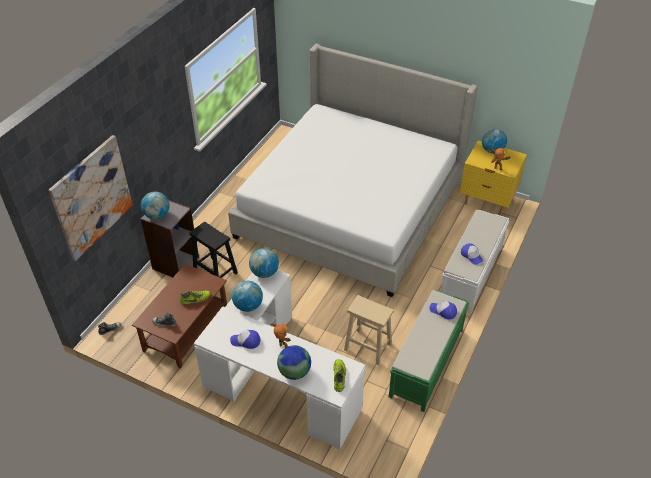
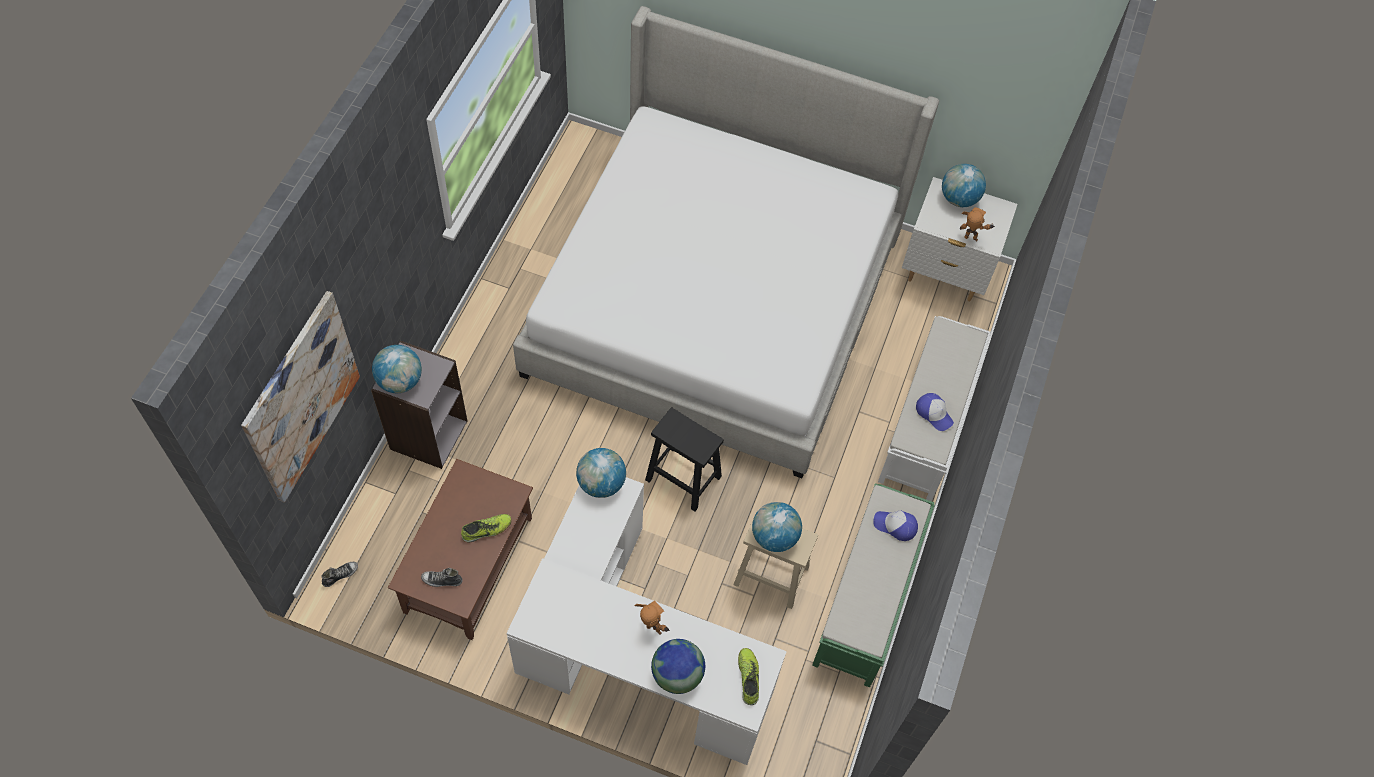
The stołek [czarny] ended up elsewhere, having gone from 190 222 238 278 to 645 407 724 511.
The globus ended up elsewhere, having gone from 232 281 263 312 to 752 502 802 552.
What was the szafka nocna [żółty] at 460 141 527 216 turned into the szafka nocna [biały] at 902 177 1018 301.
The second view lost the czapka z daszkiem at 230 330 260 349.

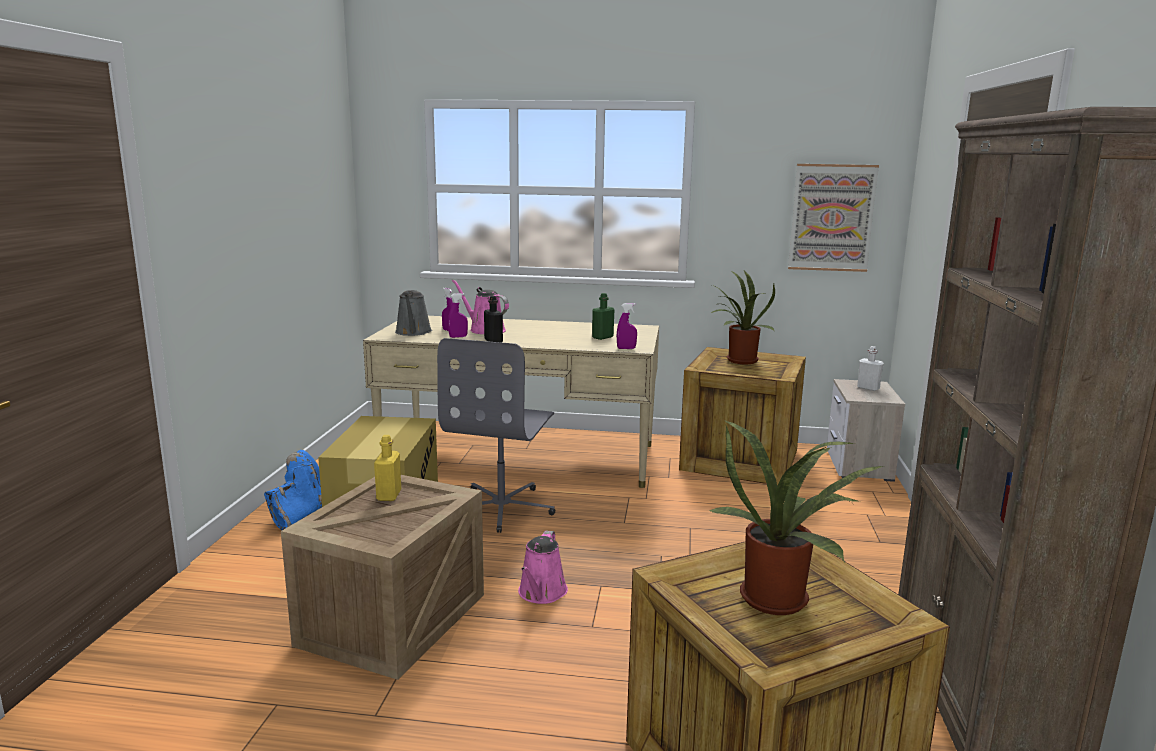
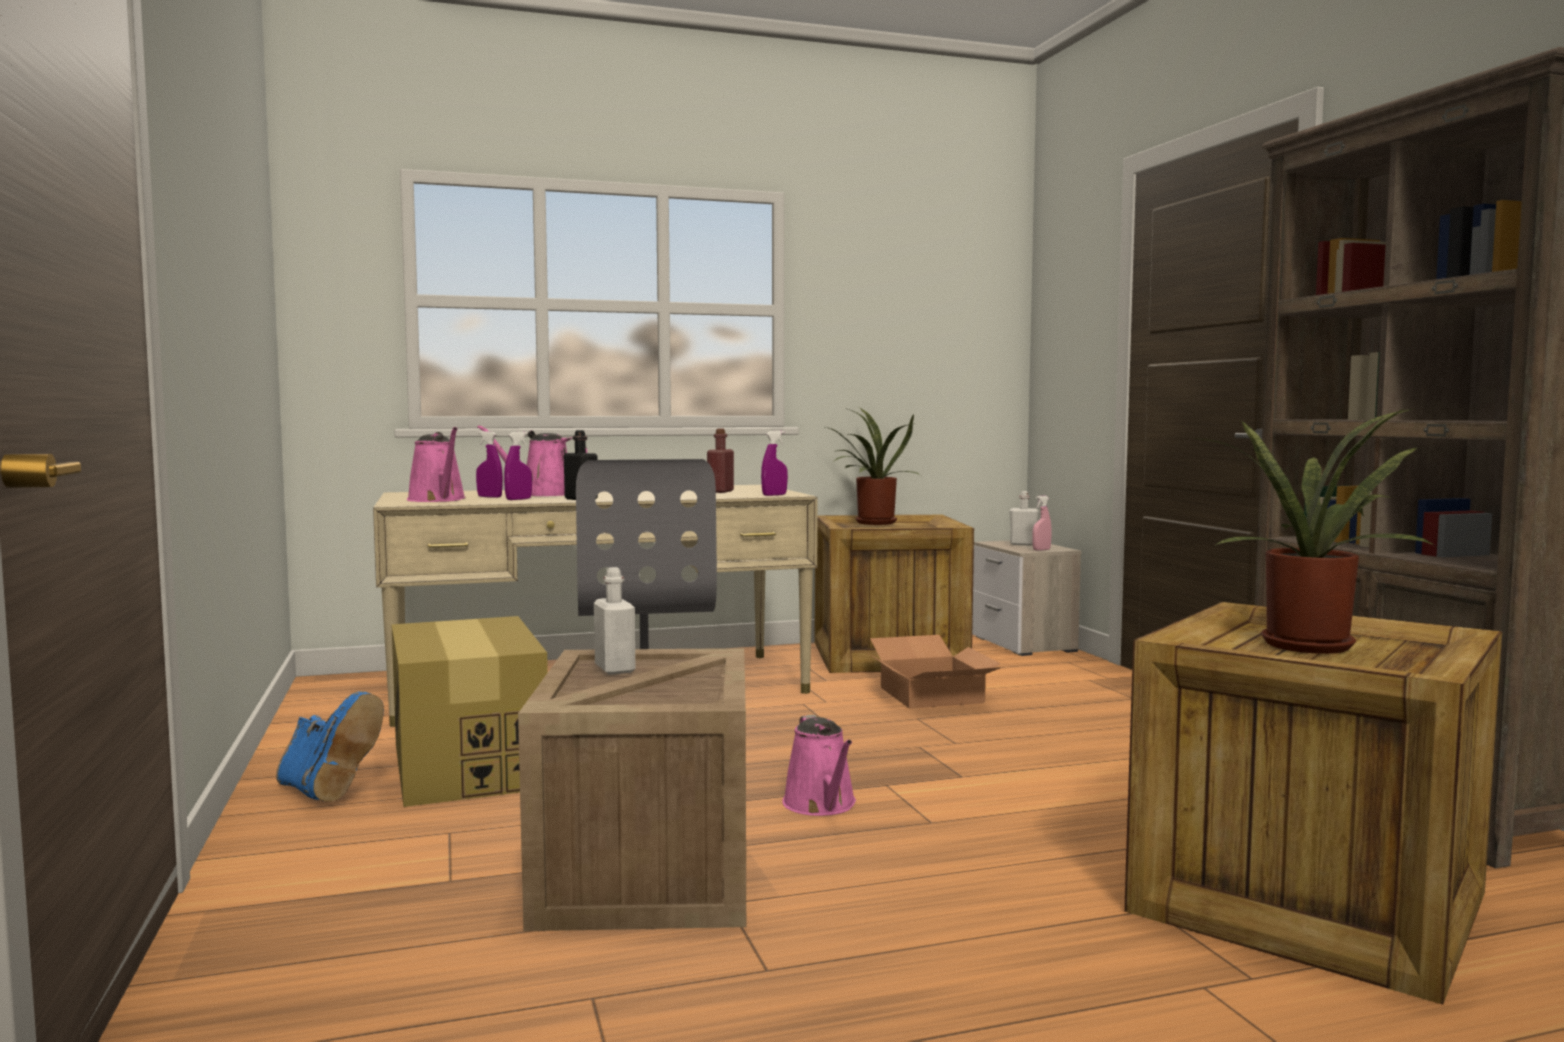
The but z cholewką [niebieski] at 264 450 322 530 ended up facing another way, 135 degrees clockwise from before.
What was the konewka [szary] at 395 290 432 336 turned into the konewka [różowy] at 407 427 466 502.
What was the butelka [żółty] at 374 435 401 501 turned into the butelka [biały] at 594 567 635 675.
What was the butelka [zielony] at 592 293 615 340 turned into the butelka [czerwony] at 707 429 734 493.
The second view gained the karton at 867 635 1002 709.
The second view gained the spryskiwacz [różowy] at 1032 496 1052 551.
The second view lost the obraz at 788 164 879 272.

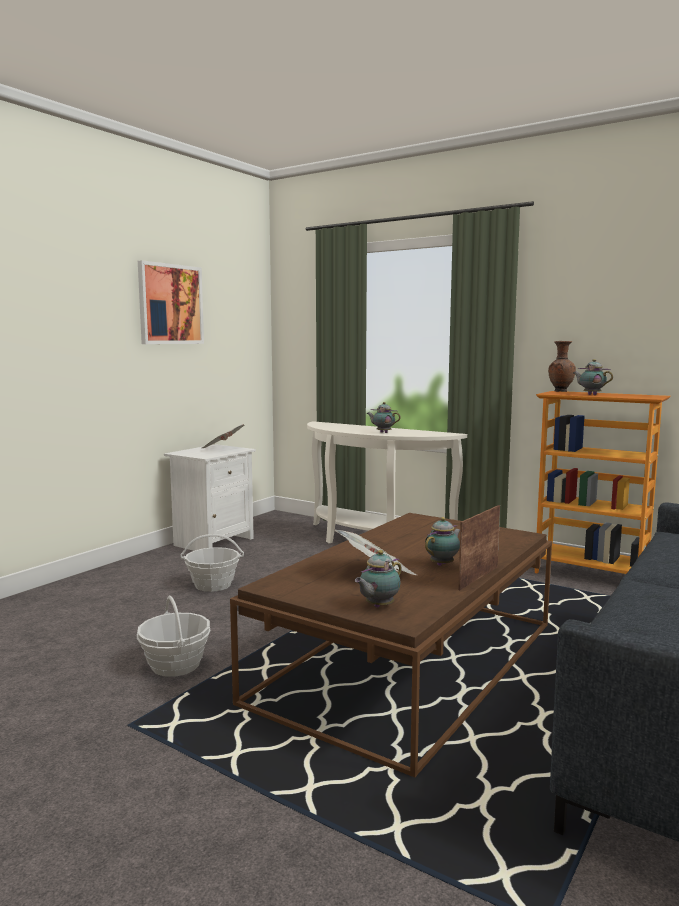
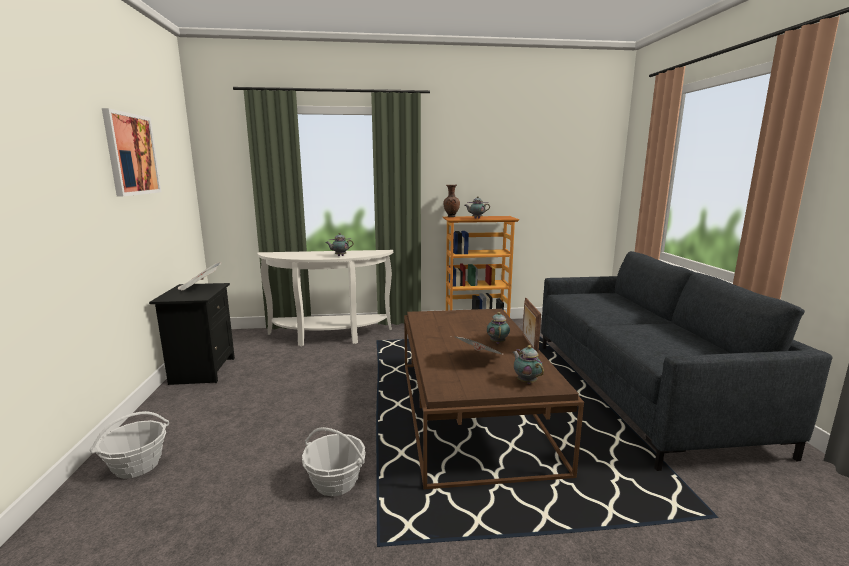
The koszyk ended up elsewhere, having gone from 180 534 244 592 to 90 411 169 479.
What was the szafka nocna [biały] at 164 444 256 551 turned into the szafka nocna [czarny] at 149 283 235 385.
The imbryk at 355 550 402 608 ended up facing another way, 150 degrees clockwise from before.

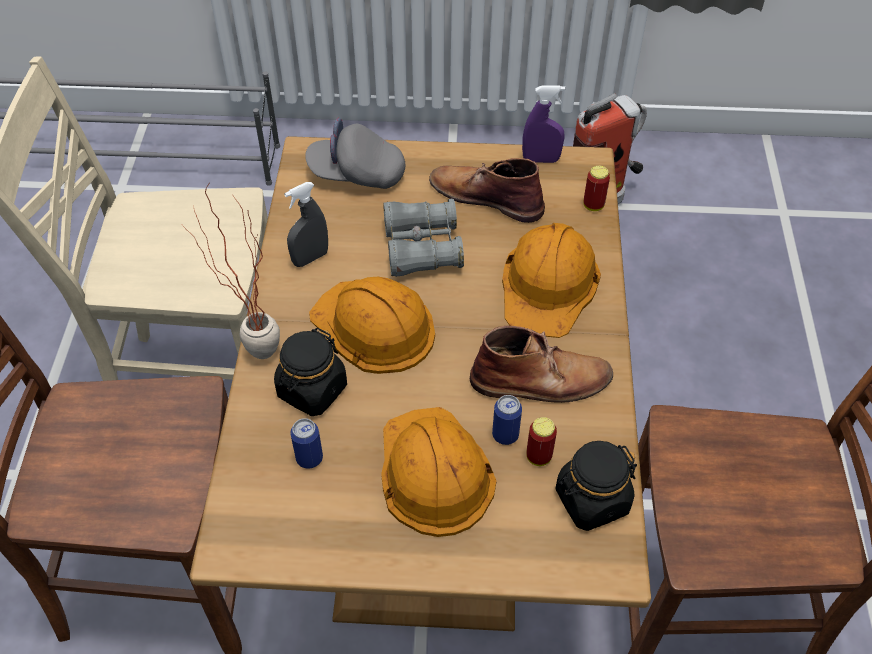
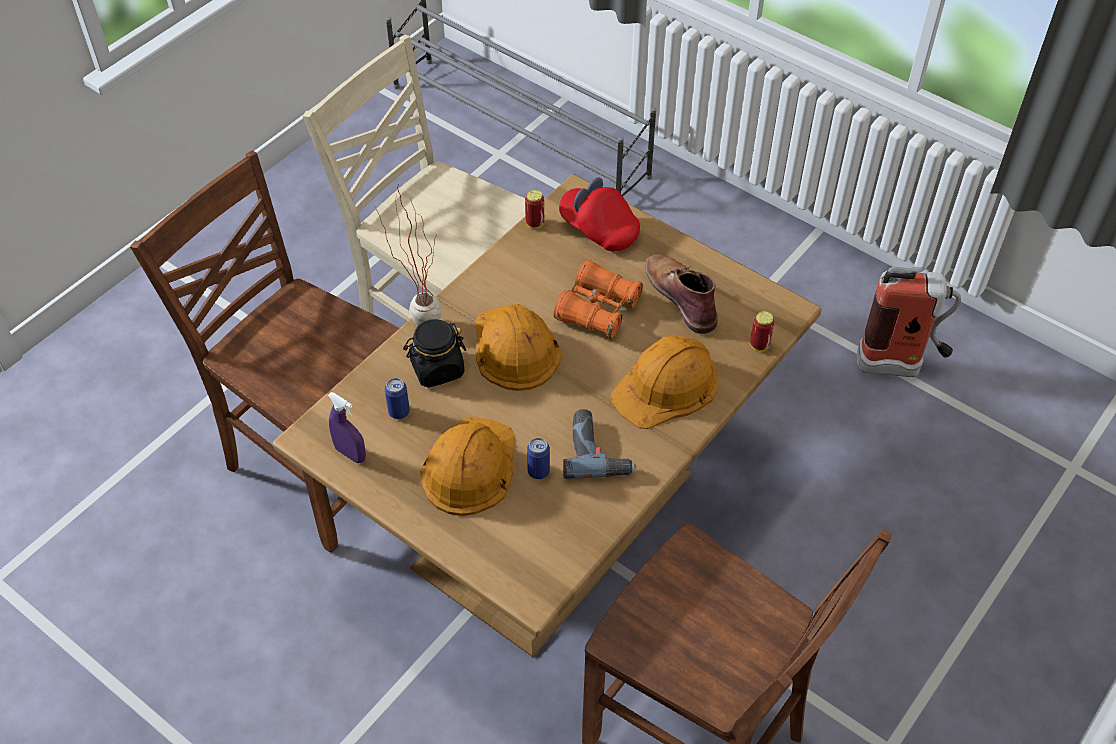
The spryskiwacz [fioletowy] ended up elsewhere, having gone from 522 85 565 163 to 328 392 366 463.
The puszka ended up elsewhere, having gone from 526 417 557 466 to 525 190 544 229.
What was the lornetka [szary] at 383 199 464 277 turned into the lornetka [pomarańczowy] at 554 260 643 339.
What was the czapka z daszkiem [szary] at 305 118 405 189 turned into the czapka z daszkiem [czerwony] at 559 177 640 251.
Where the but z cholewką [brązowy] stood at 470 326 613 403, the wiertarka came to stand at 563 409 636 479.
The second view lost the spryskiwacz [szary] at 284 182 328 267.
The second view lost the słoik [czarny] at 555 441 637 531.

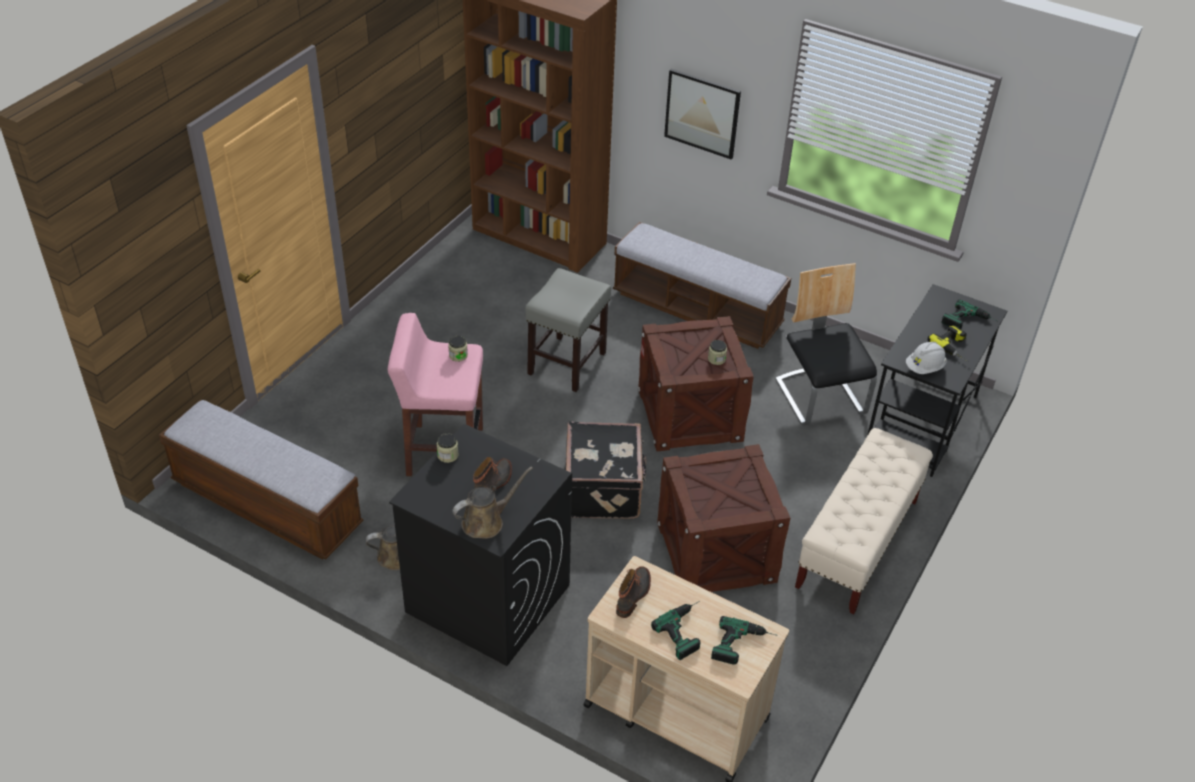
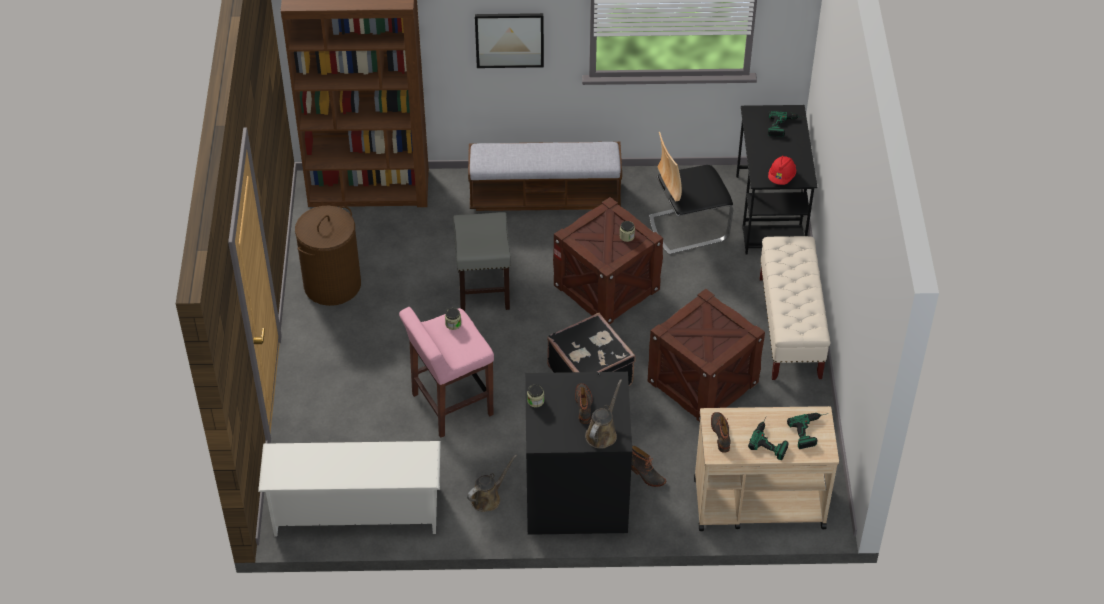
Where the ławka stood at 159 400 363 560, the regał na buty [biały] came to stand at 258 441 441 536.
The second view gained the kosz na pranie [brązowy] at 295 206 361 306.
The second view gained the but z cholewką at 631 446 666 487.
The krzesło at 775 263 877 426 ended up facing another way, 60 degrees counterclockwise from before.
What was the kask [biały] at 906 342 946 374 turned into the kask [czerwony] at 768 156 796 185.
The second view lost the wiertarka at 927 325 969 362.

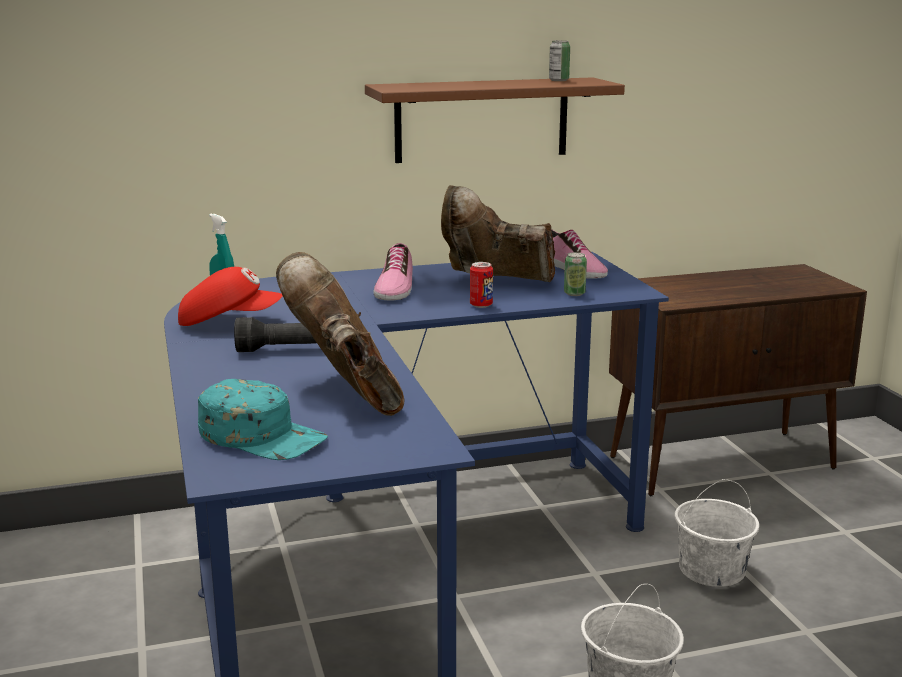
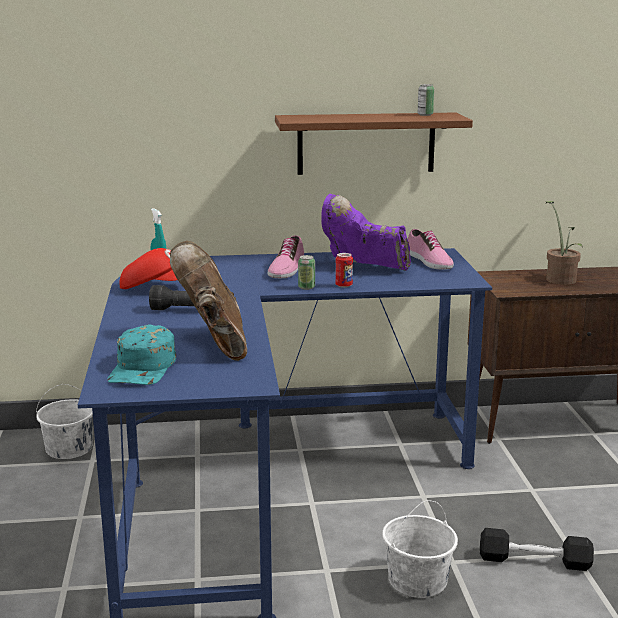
The wiadro [biały] ended up elsewhere, having gone from 675 479 759 587 to 36 384 93 459.
The czapka z daszkiem [turkusowy] at 198 379 328 460 ended up facing another way, 60 degrees clockwise from before.
The puszka ended up elsewhere, having gone from 564 252 587 296 to 298 255 315 290.
What was the but z cholewką [brązowy] at 441 185 555 282 turned into the but z cholewką [fioletowy] at 321 194 411 271.
The second view gained the hantel [czarny] at 480 528 594 571.
The second view gained the roślina doniczkowa at 546 201 583 285.

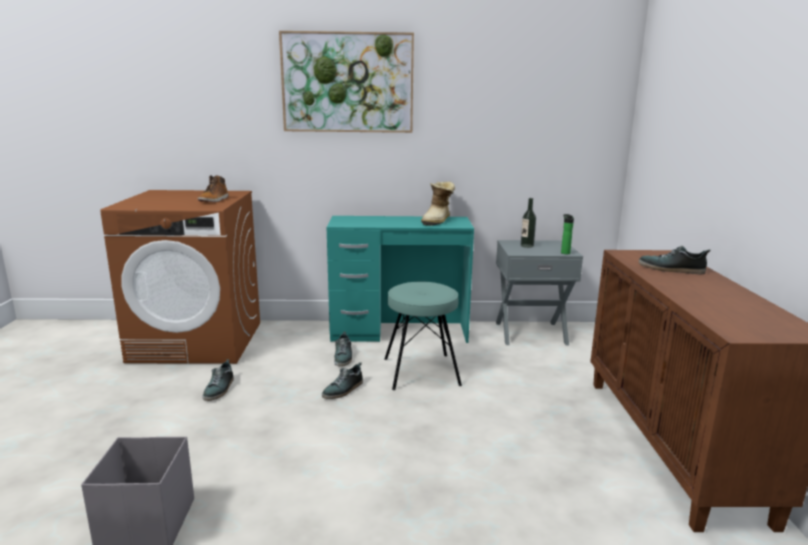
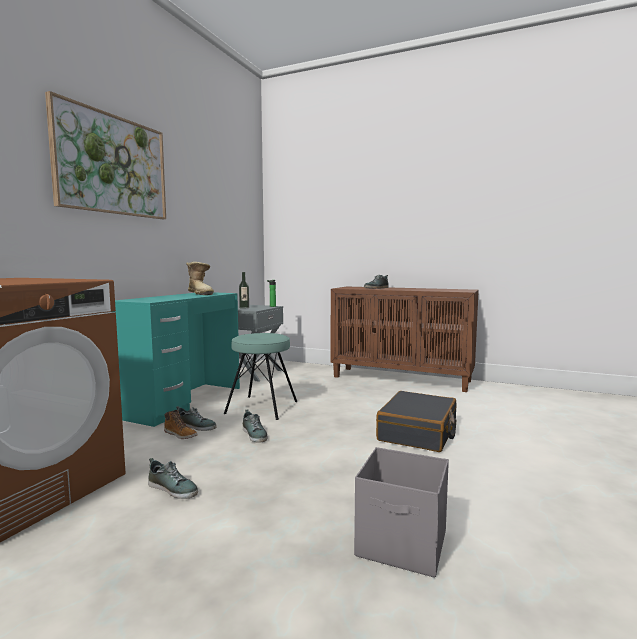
The but z cholewką ended up elsewhere, having gone from 198 175 229 202 to 164 410 197 439.
The second view gained the walizka [czarny] at 376 391 457 452.

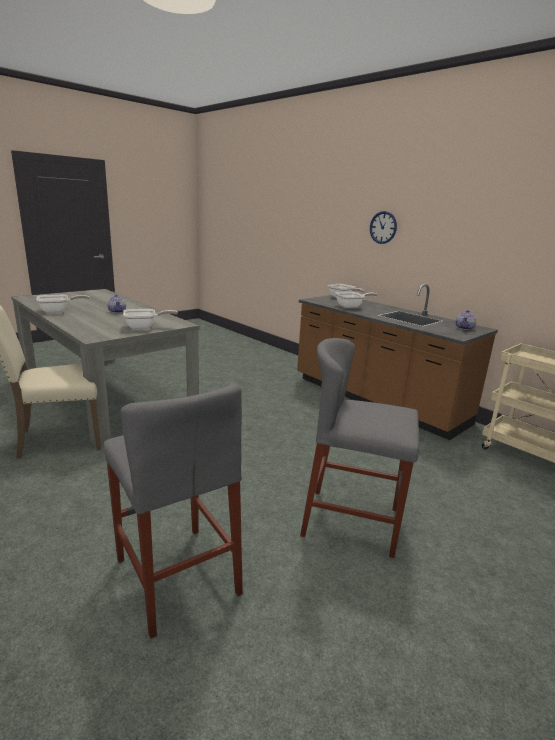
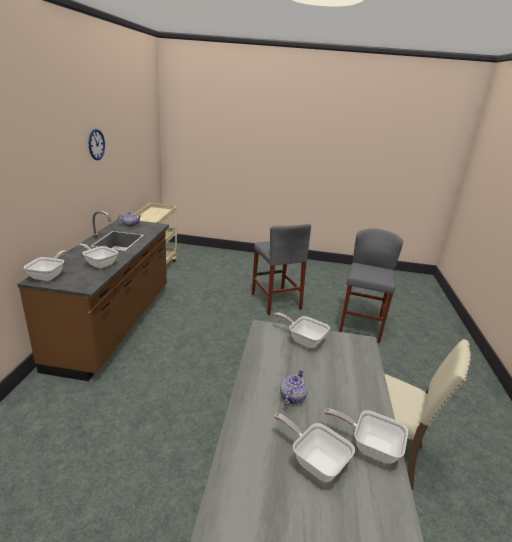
The zegar ścienny ended up elsewhere, having gone from 370 211 397 244 to 89 129 105 160.
The second view gained the patelnia at 274 413 355 482.

